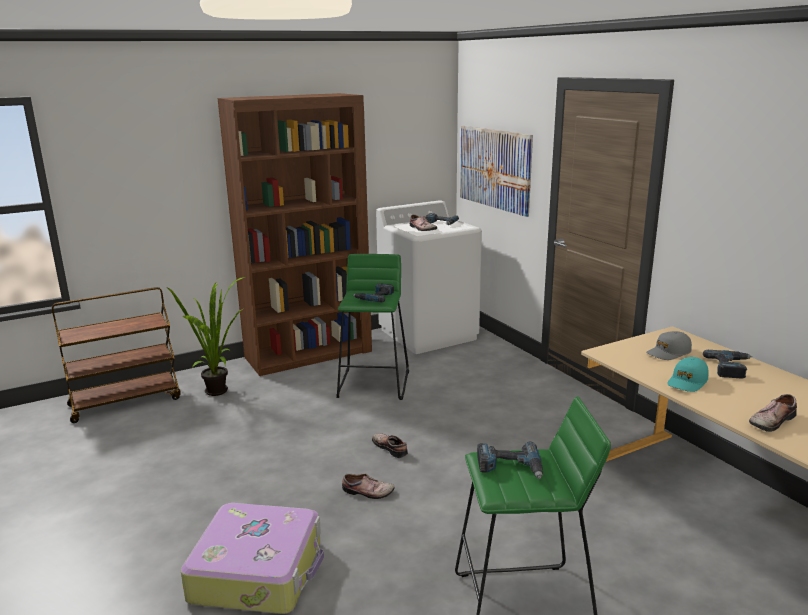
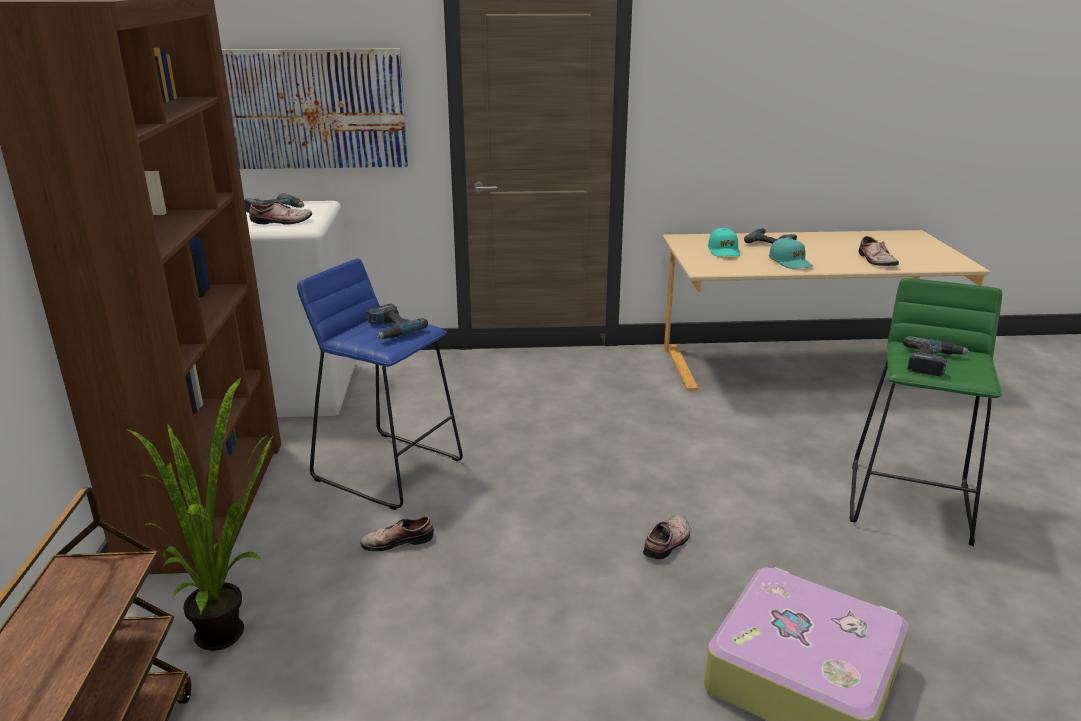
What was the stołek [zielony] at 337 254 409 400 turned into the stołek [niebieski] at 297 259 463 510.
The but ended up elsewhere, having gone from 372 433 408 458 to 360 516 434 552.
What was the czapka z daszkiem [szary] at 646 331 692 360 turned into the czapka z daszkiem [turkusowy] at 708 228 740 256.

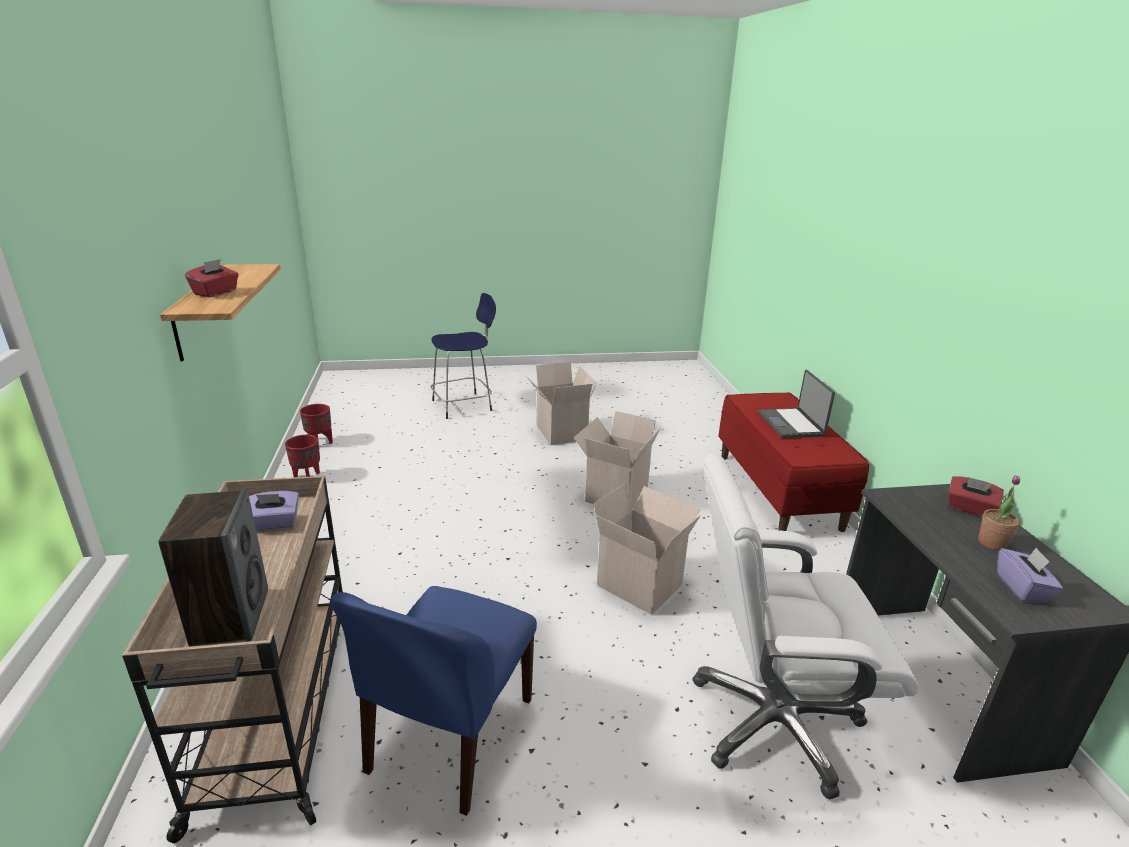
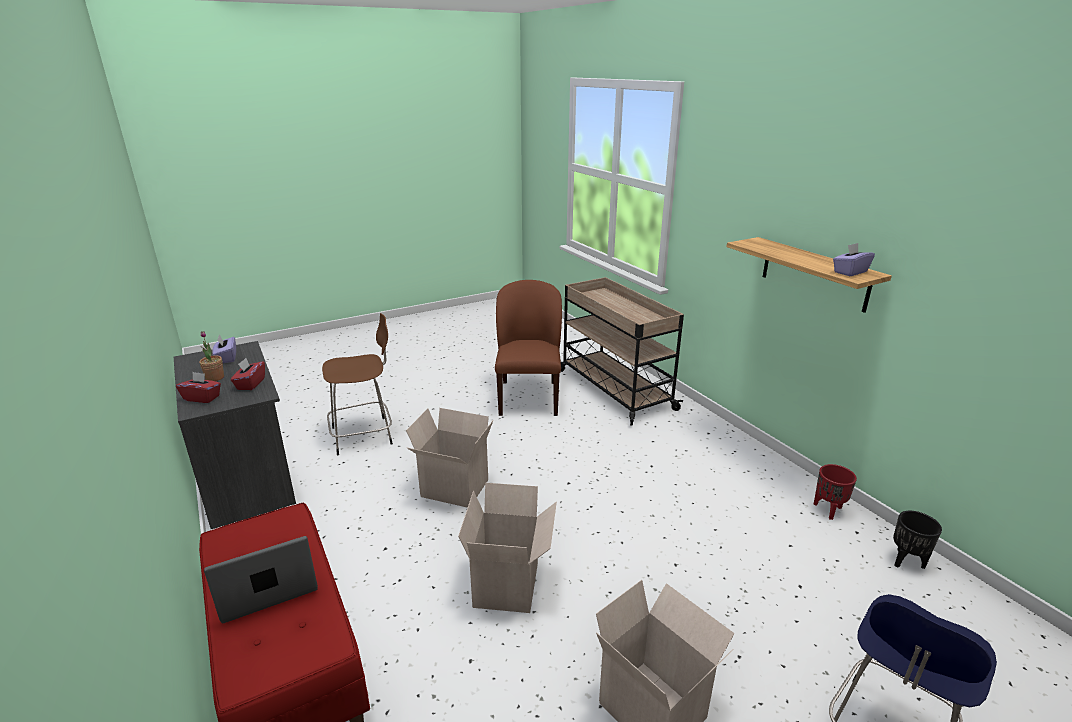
The laptop at 758 370 835 438 ended up facing another way, 90 degrees counterclockwise from before.
The pudełko chusteczek [czerwony] ended up elsewhere, having gone from 185 259 239 297 to 231 358 265 390.
Where the krzesło biurowe [biały] stood at 693 453 919 800, the stołek [brązowy] came to stand at 322 313 393 455.
What was the krzesło [niebieski] at 330 586 537 816 turned into the krzesło [brązowy] at 495 280 562 416.
The pudełko chusteczek [fioletowy] ended up elsewhere, having gone from 249 491 299 531 to 833 243 875 276.
What was the donica [czerwony] at 300 404 333 444 turned into the donica [czarny] at 893 511 942 569.
The second view lost the głośnik at 158 489 268 646.

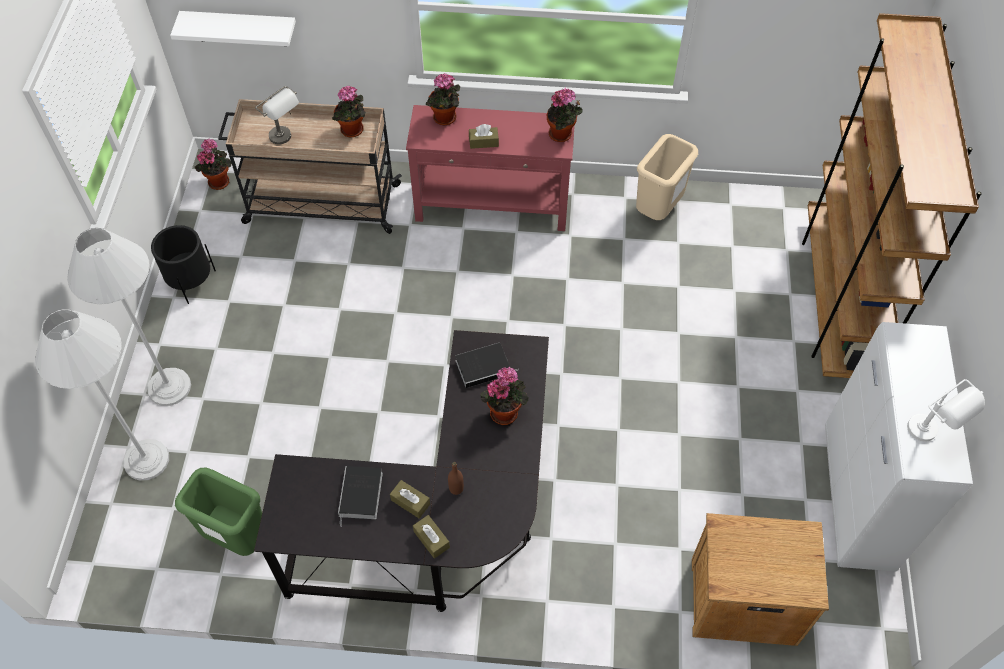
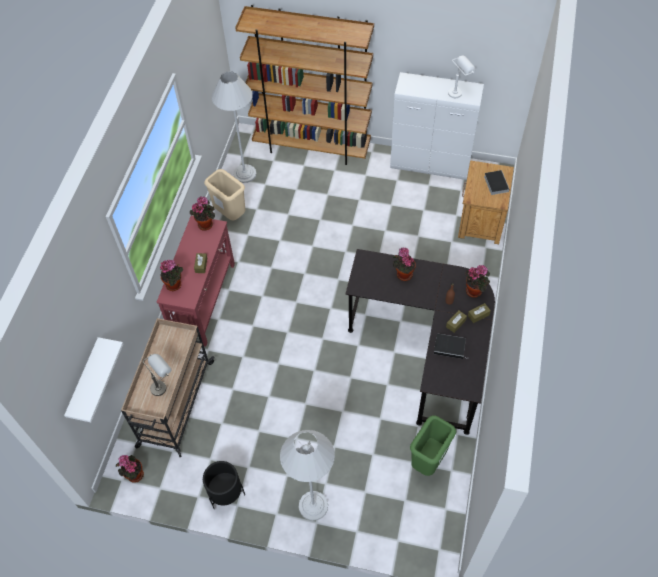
The lampa stojąca [biały] ended up elsewhere, having gone from 35 309 169 480 to 212 71 257 183.
The roślina doniczkowa ended up elsewhere, having gone from 332 85 366 137 to 465 265 490 298.
The książka ended up elsewhere, having gone from 455 343 518 388 to 484 170 510 195.

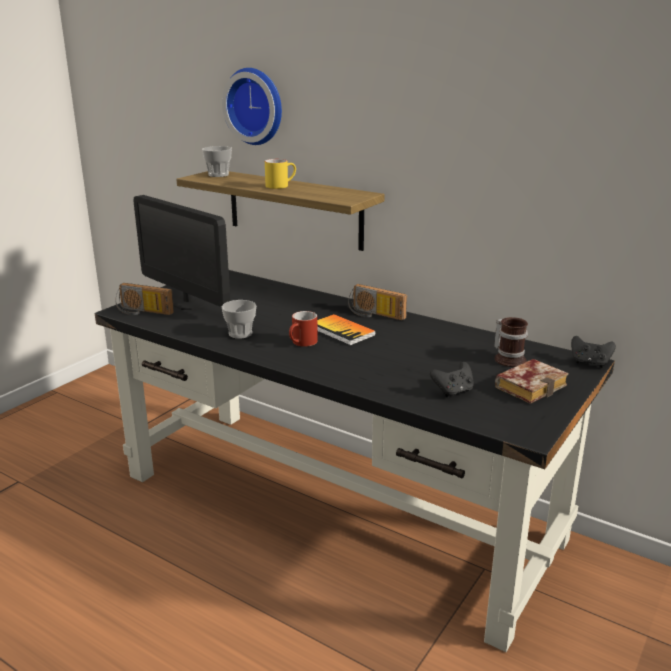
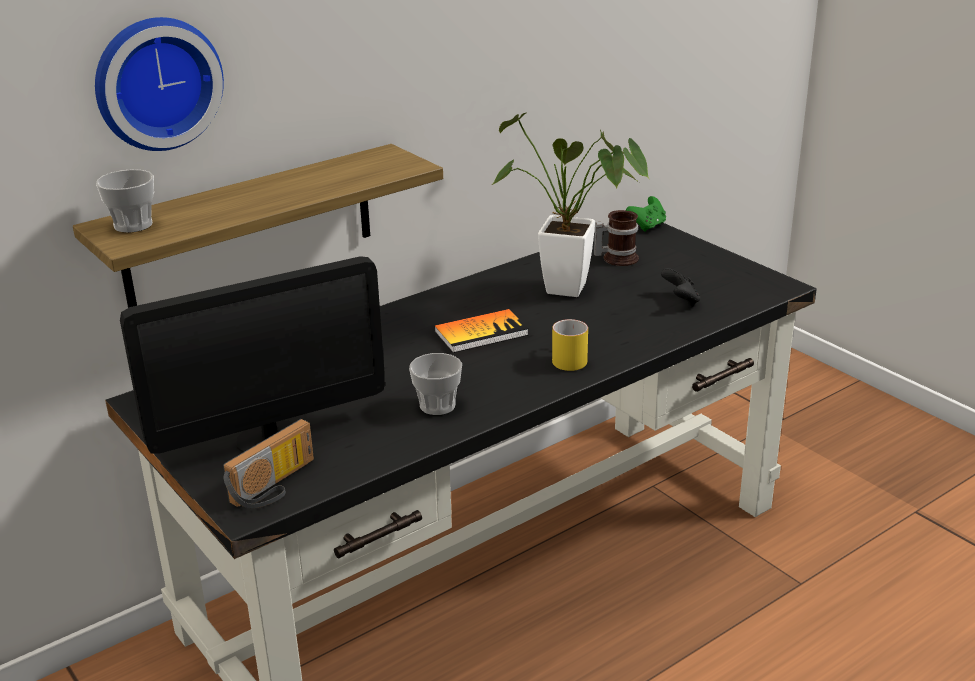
The second view gained the roślina doniczkowa at 492 113 650 297.
The kubek [żółty] ended up elsewhere, having gone from 265 159 296 189 to 552 319 588 371.
What was the pad do gier [czarny] at 571 336 616 368 turned into the pad do gier [zielony] at 626 196 666 232.
The second view lost the kubek [czerwony] at 289 311 318 347.
The second view lost the radio at 348 284 407 320.
The second view lost the książka at 495 359 569 404.

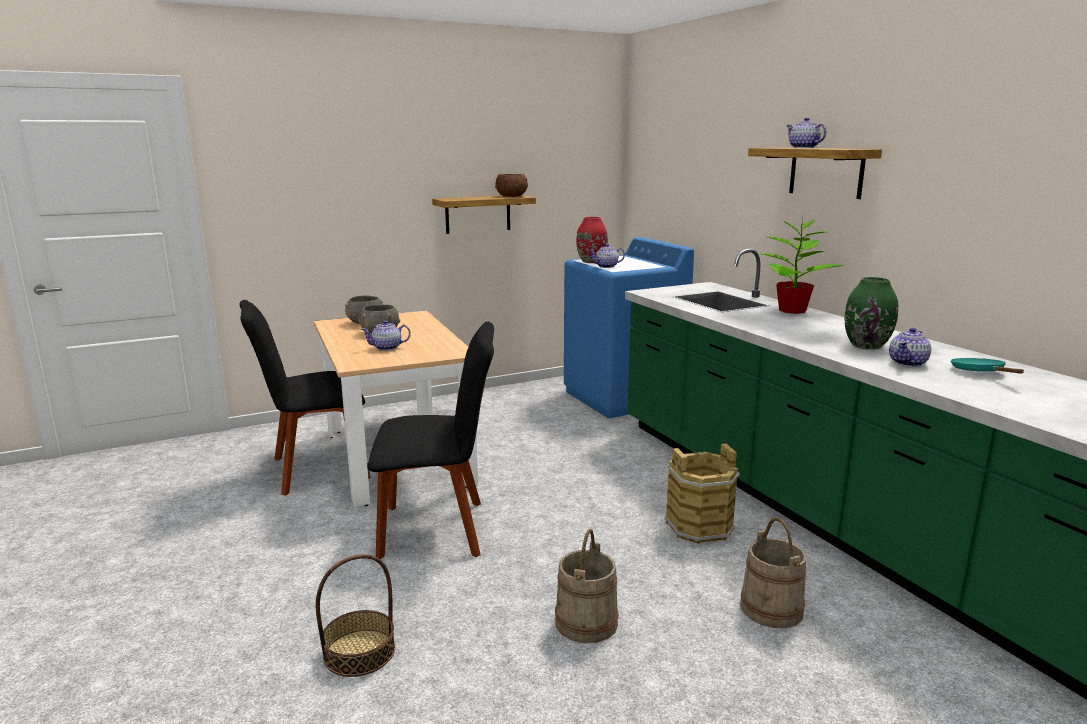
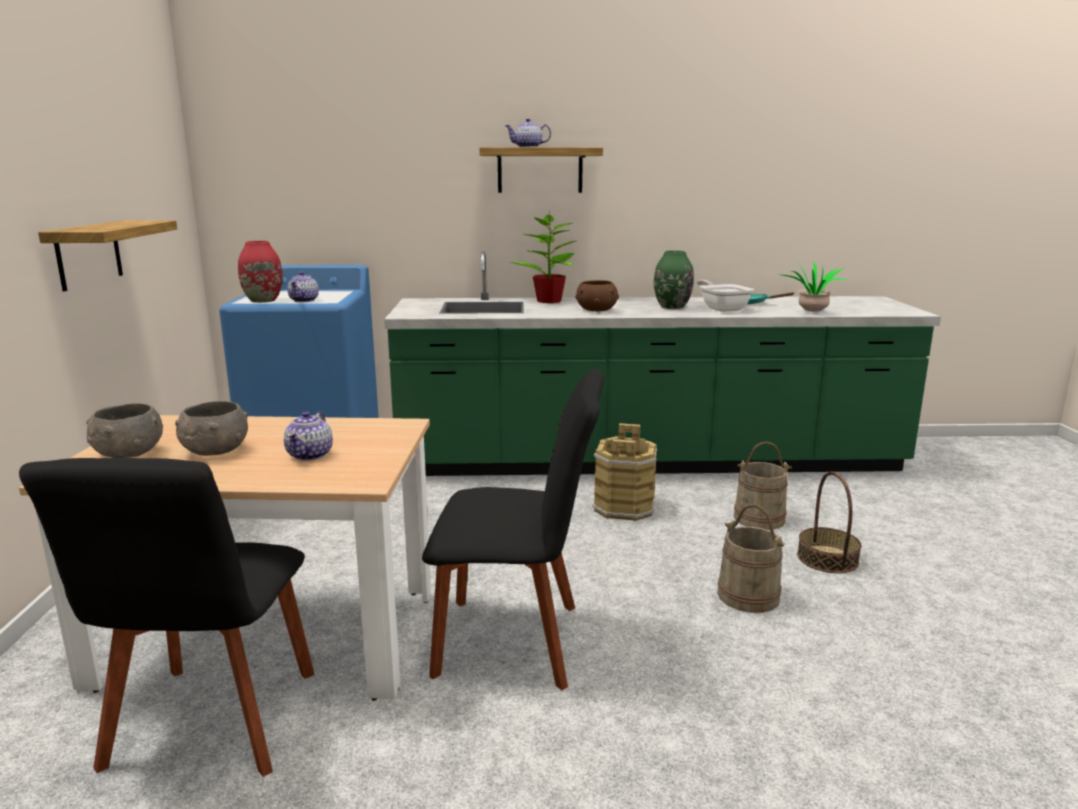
The krzesło [czarny] at 367 322 494 559 ended up facing another way, 75 degrees clockwise from before.
The miska [brązowy] ended up elsewhere, having gone from 495 174 528 197 to 575 280 619 311.
Where the imbryk stood at 889 328 931 367, the patelnia came to stand at 697 280 754 312.
The second view gained the roślina doniczkowa at 783 262 846 312.
The koszyk ended up elsewhere, having gone from 316 554 395 677 to 797 472 862 573.

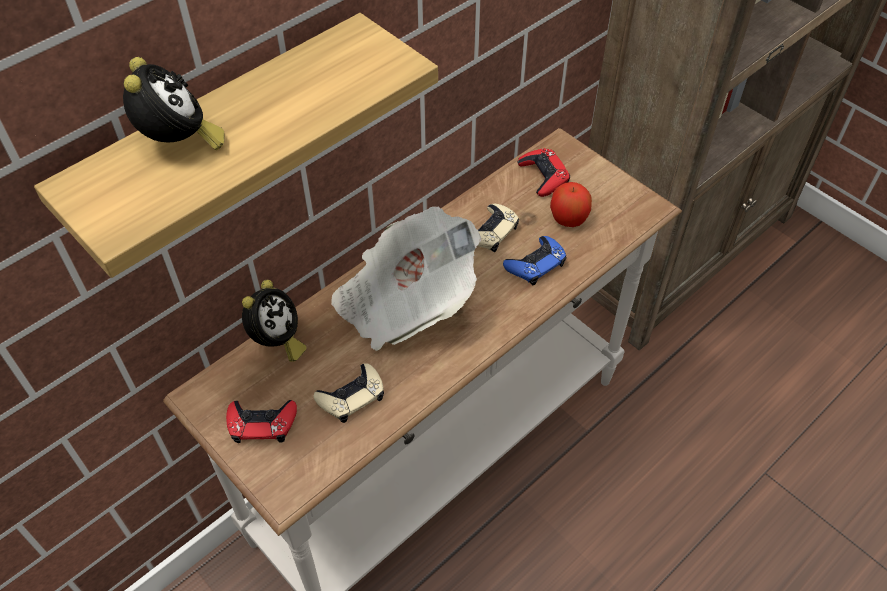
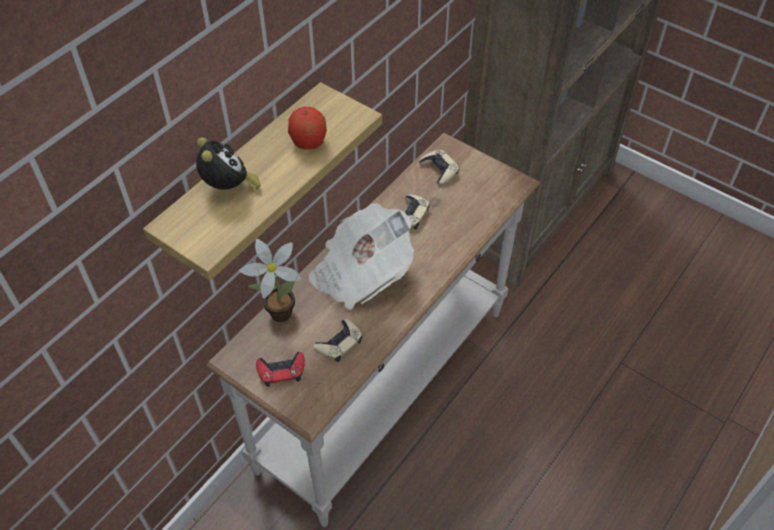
Where the budzik stood at 242 280 307 362, the roślina doniczkowa came to stand at 239 239 301 322.
The jabłko ended up elsewhere, having gone from 550 182 592 227 to 288 107 327 149.
What was the pad do gier [czerwony] at 518 148 570 197 turned into the pad do gier [beżowy] at 419 150 459 185.
The second view lost the pad do gier [niebieski] at 503 236 567 285.

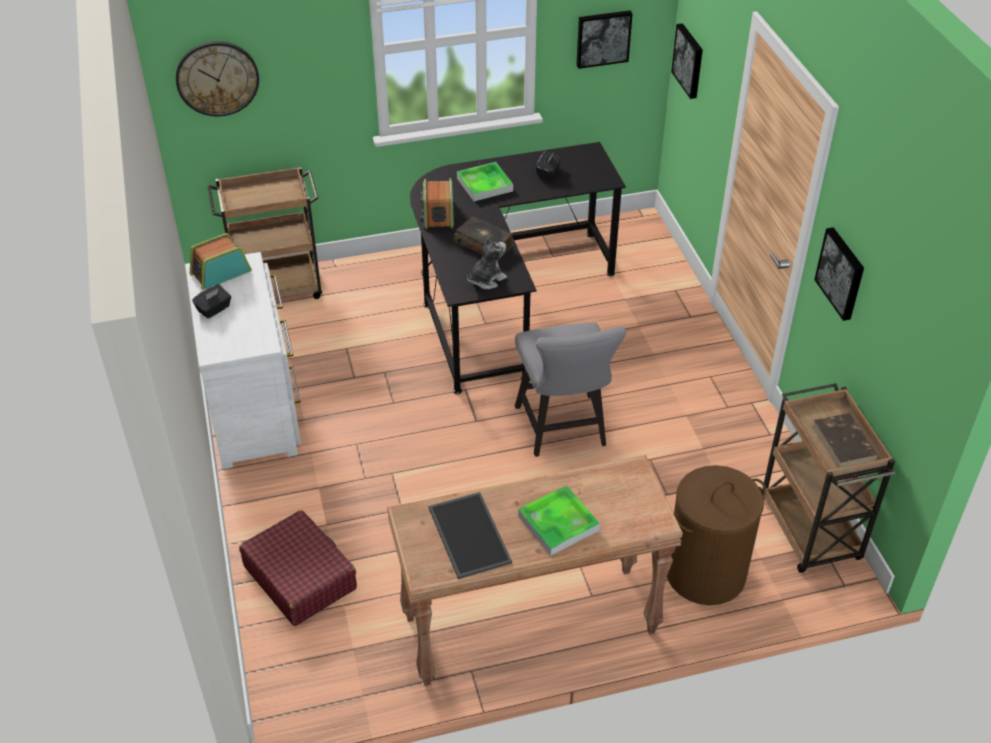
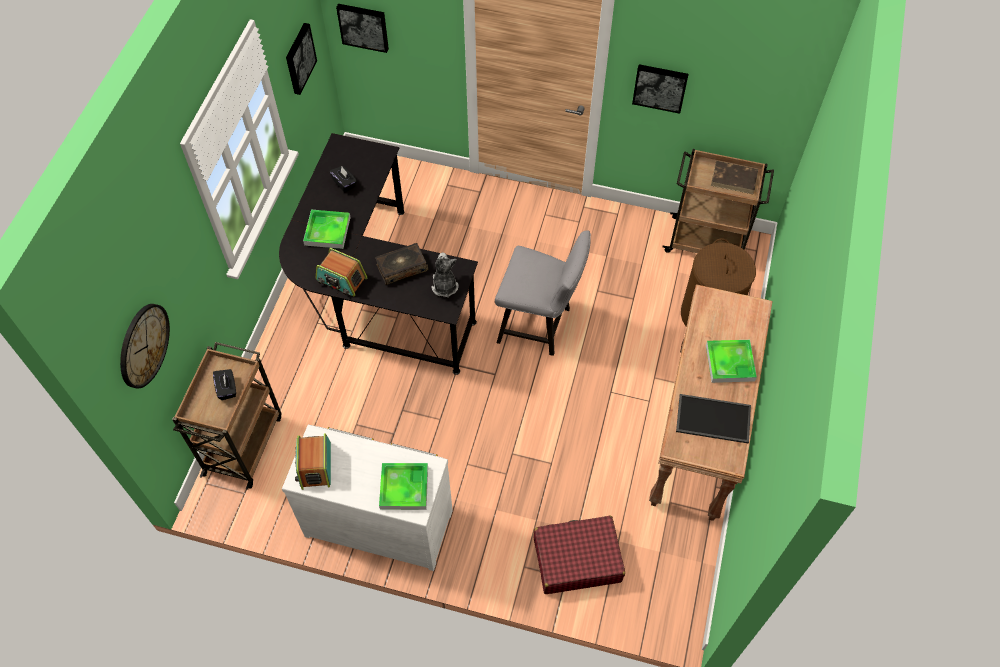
The pudełko chusteczek [czarny] ended up elsewhere, having gone from 192 284 231 319 to 213 369 236 400.
The second view gained the taca at 379 463 428 510.

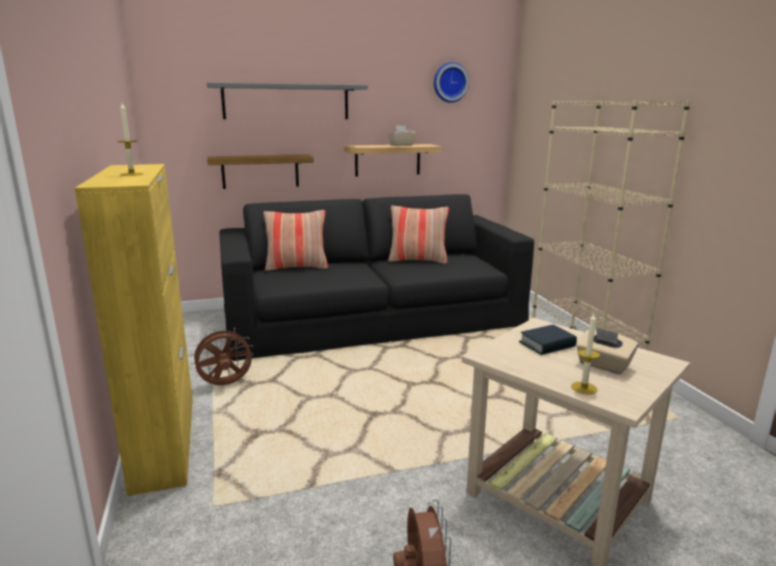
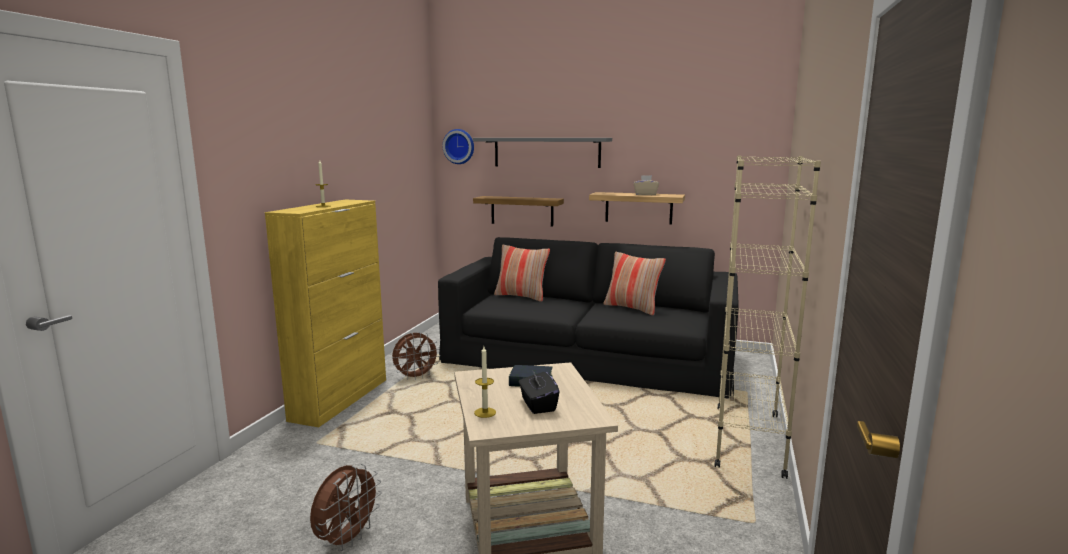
The wentylator [brązowy] at 190 326 253 385 ended up facing another way, 135 degrees clockwise from before.
The zegar ścienny ended up elsewhere, having gone from 434 62 469 103 to 443 129 474 164.
What was the pudełko chusteczek [beżowy] at 576 327 638 375 turned into the pudełko chusteczek [czarny] at 519 370 559 414.

